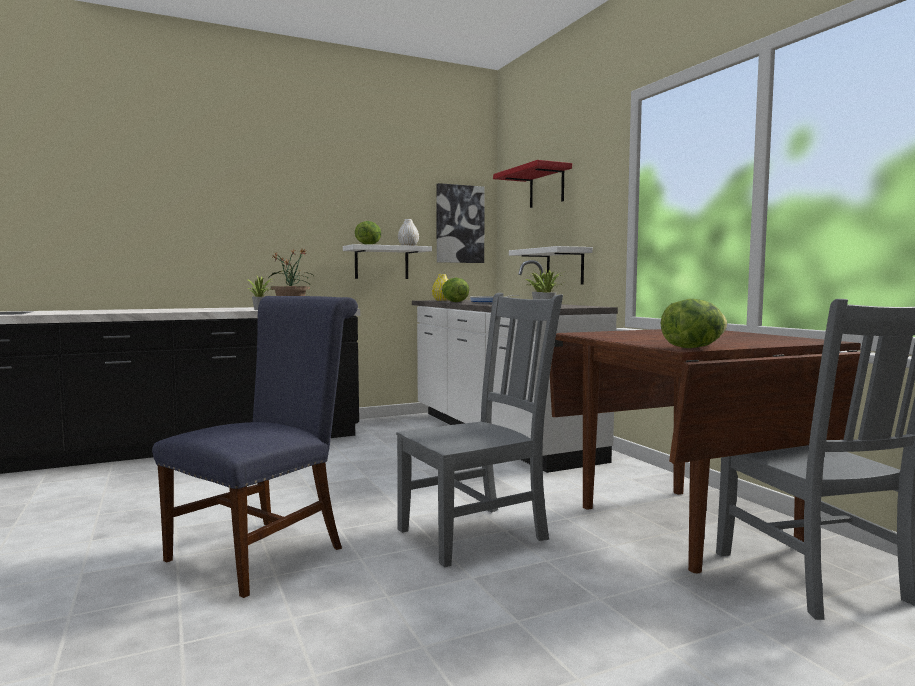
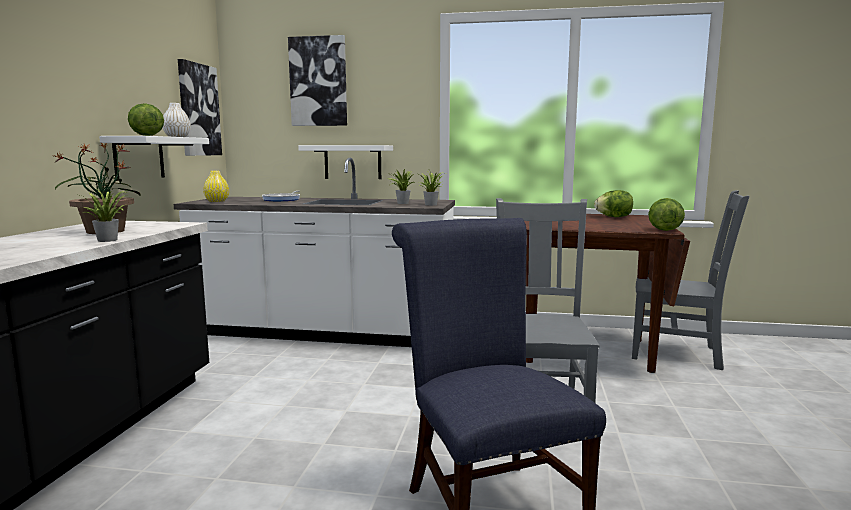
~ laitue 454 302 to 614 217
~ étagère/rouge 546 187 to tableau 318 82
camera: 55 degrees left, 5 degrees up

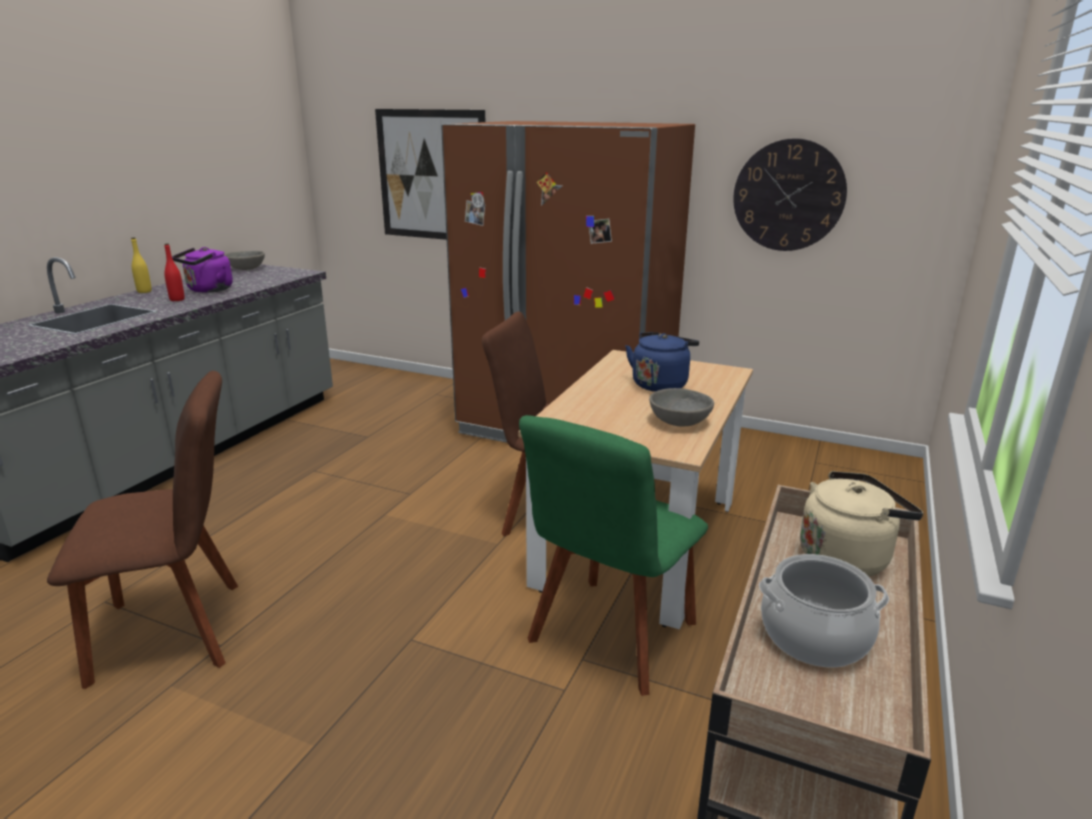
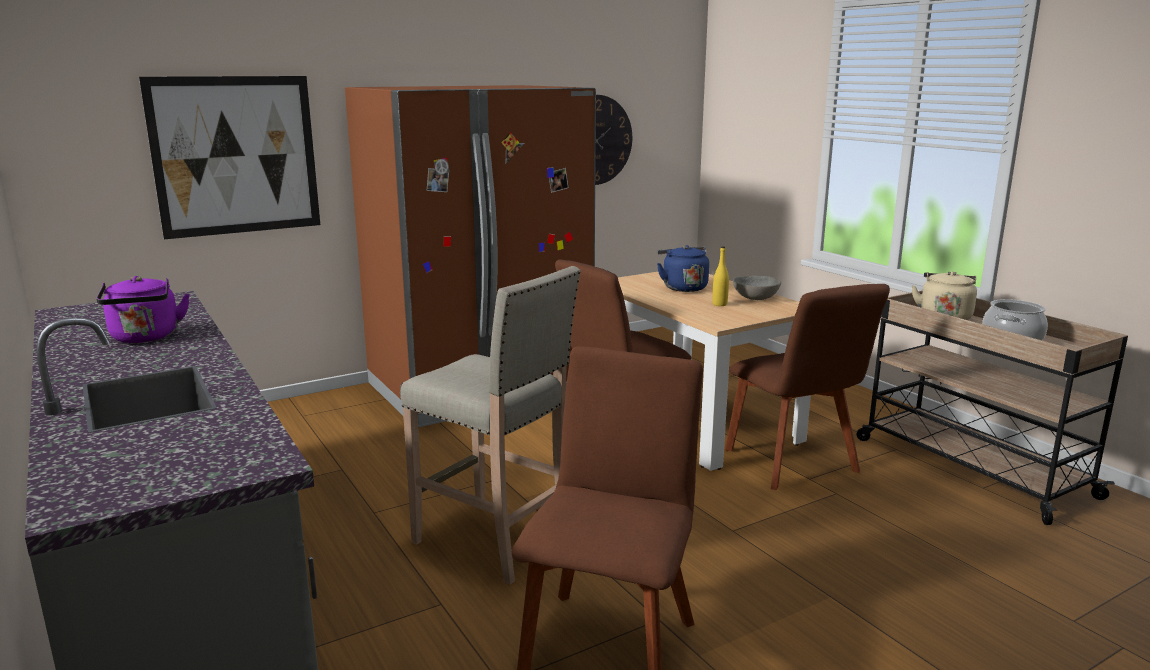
~ bouteille/jaune 144 291 to 719 304
- bouteille/rouge 177 299
- bol/gris 246 269
~ chaise/vert 609 637 to chaise/marron 794 464
+ tabouret/beige 495 541
camera: 55 degrees left, 5 degrees down

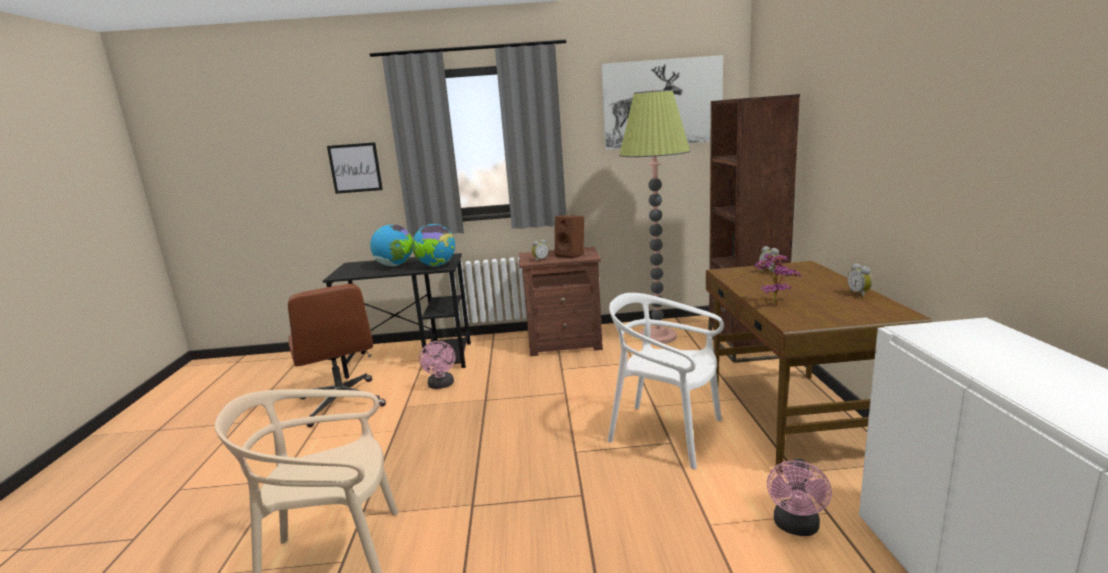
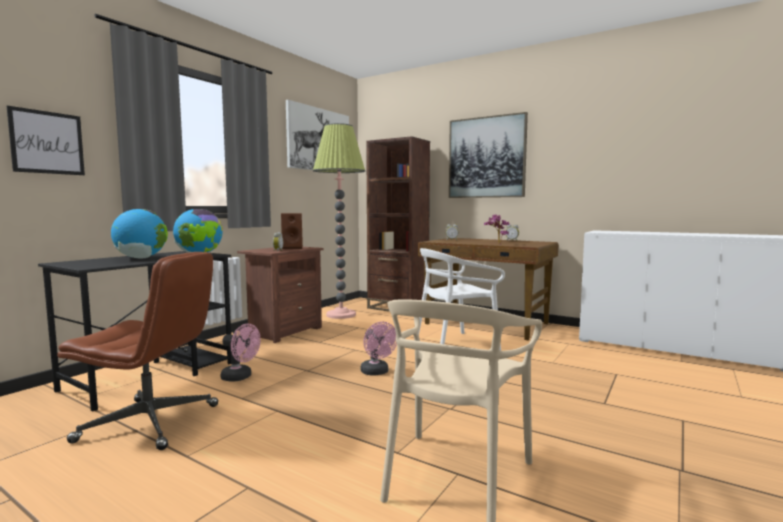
~ ventilateur/rose 796 527 to 377 372
+ tableau 486 157
camera: 55 degrees left, 10 degrees down

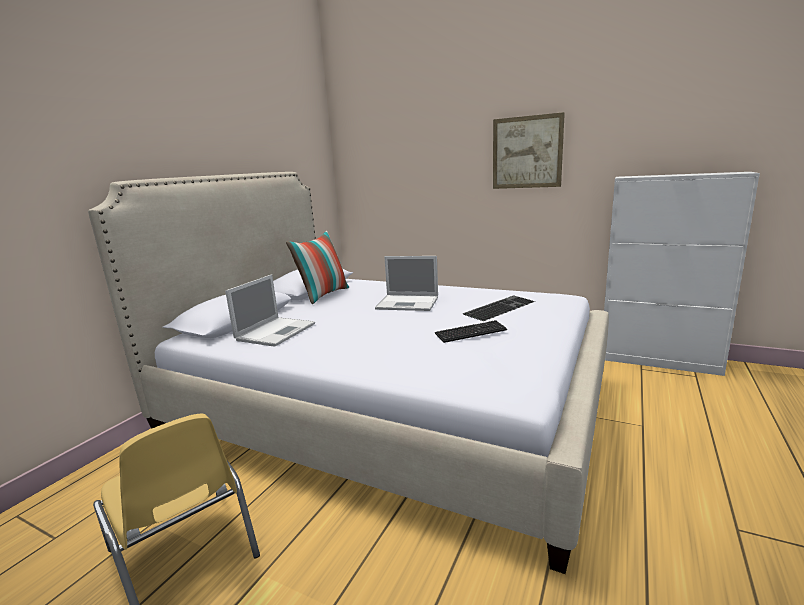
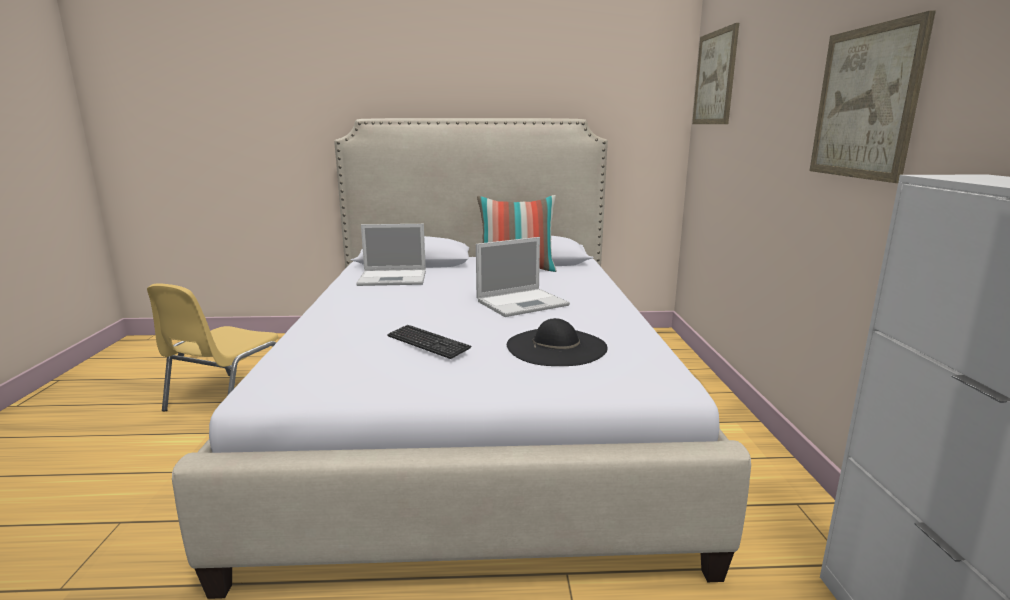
~ ordinateur portable 409 303 = 523 303 105 degrees counterclockwise
~ clavier 499 307 to chapeau/noir 556 347
+ tableau 715 78
camera: 60 degrees right, 0 degrees up

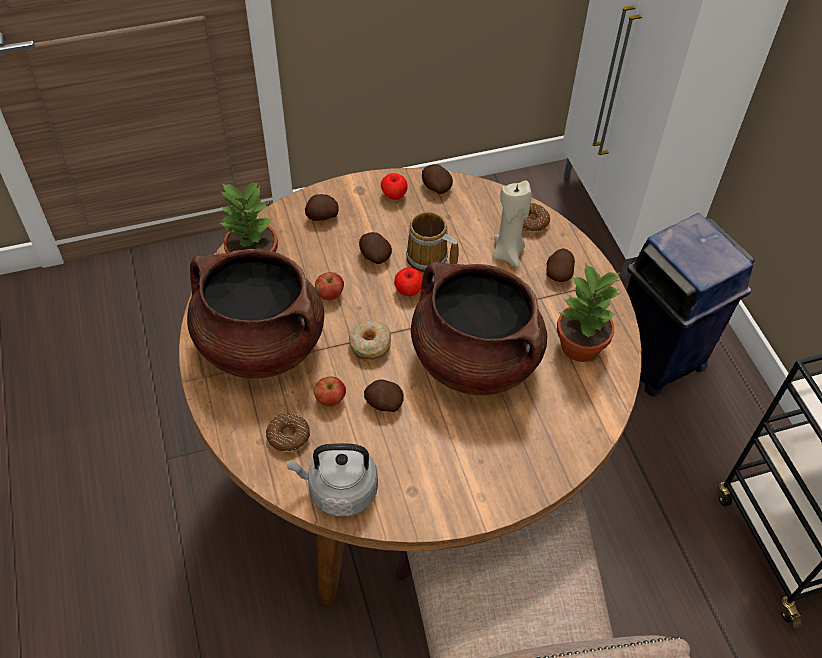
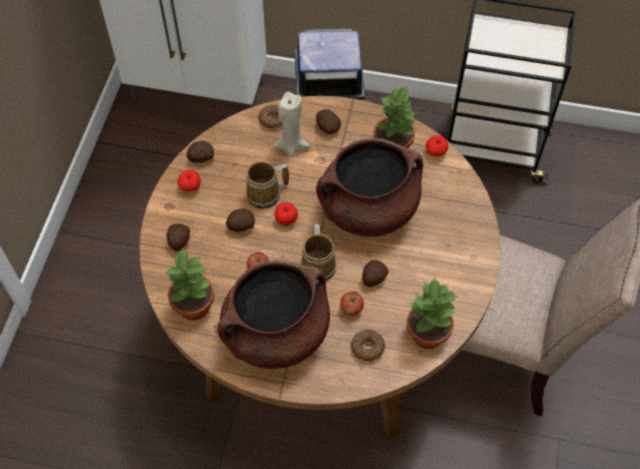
~ bouilloire/gris 339 490 to plante en pot 427 335
~ beignet 370 345 to mug 319 264
+ pomme 435 152
camera: 60 degrees left, 5 degrees up

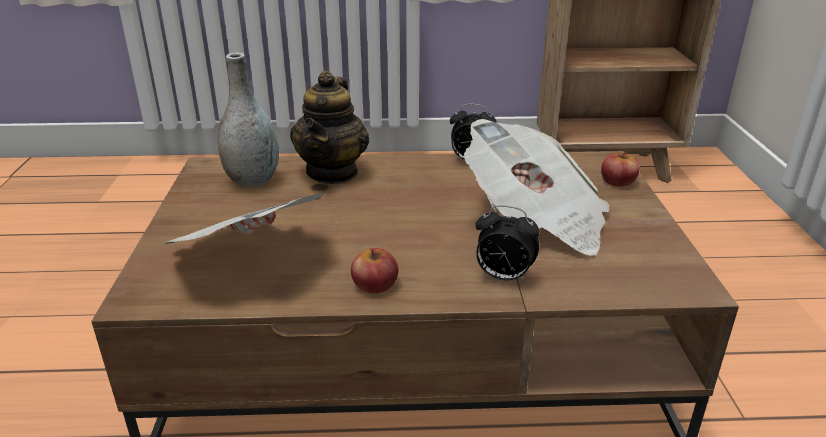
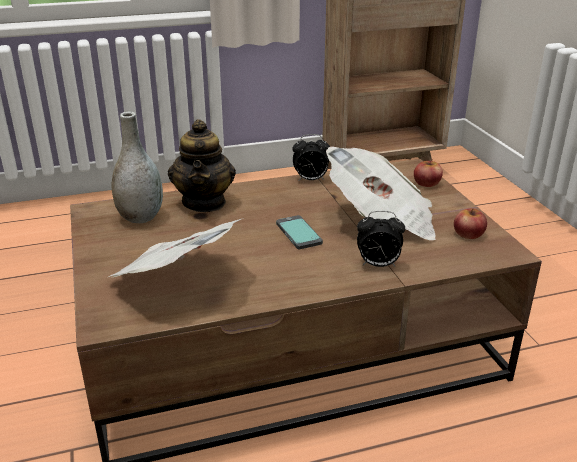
~ pomme 375 284 to 468 233
+ téléphone 298 233
camera: 15 degrees left, 0 degrees up

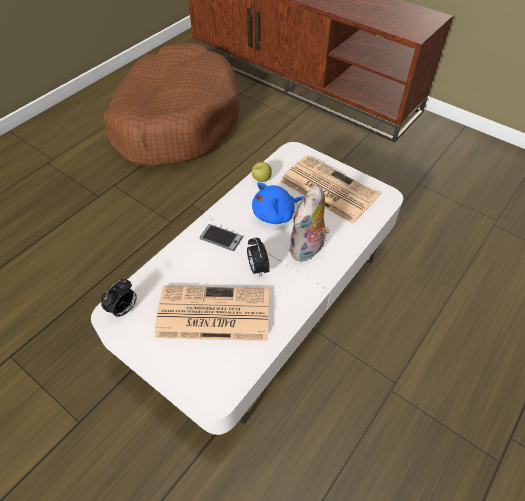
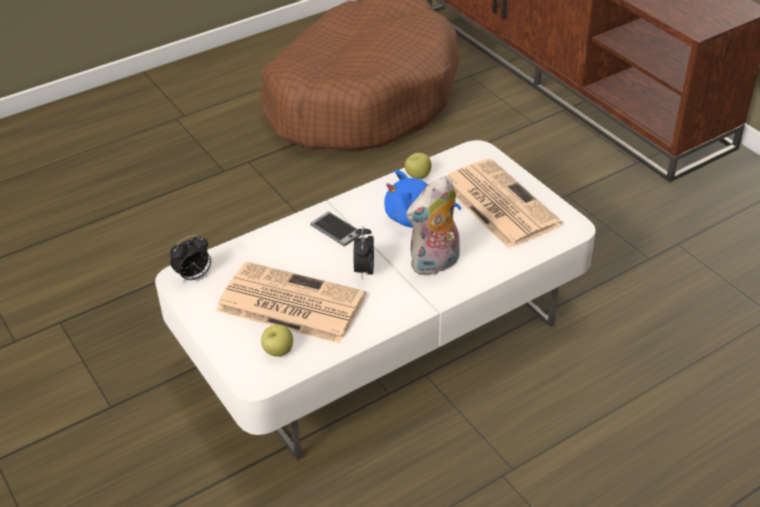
+ pomme 278 351
camera: 20 degrees right, 10 degrees down

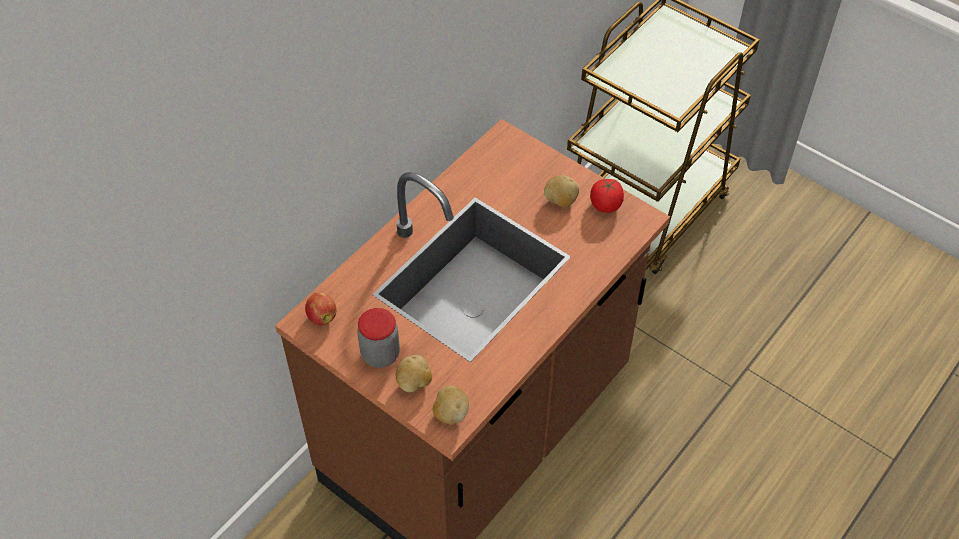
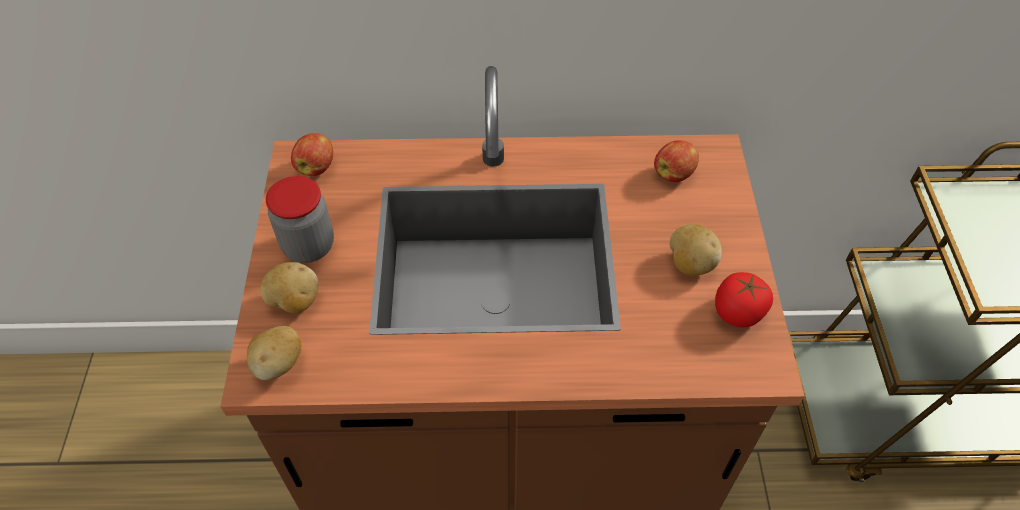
+ pomme 674 174
camera: 50 degrees right, 0 degrees up

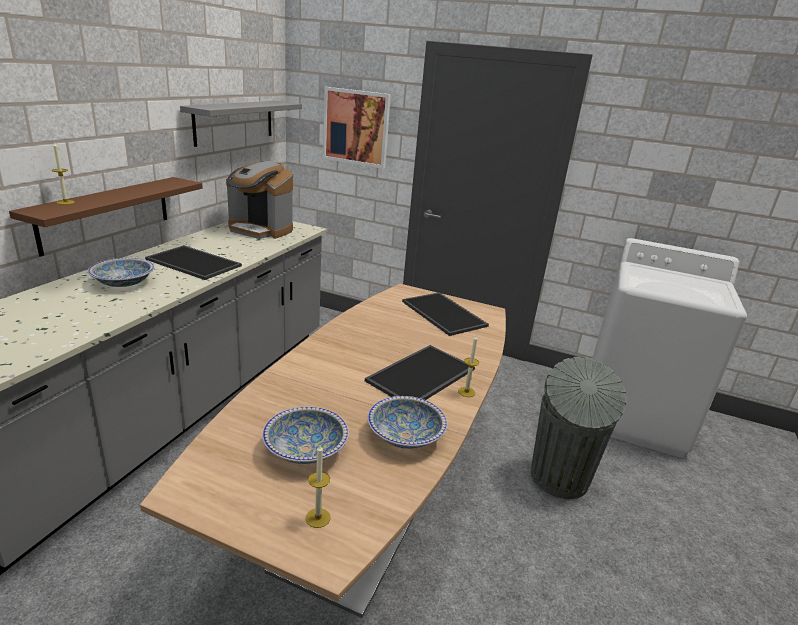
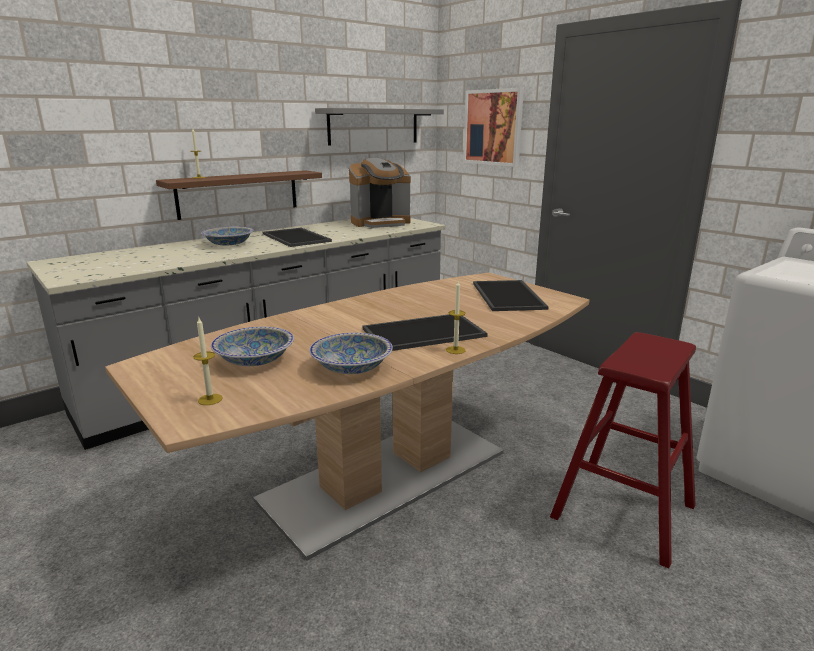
~ machine à café 260 230 = 380 223 75 degrees counterclockwise
~ poubelle/gris 559 479 to tabouret/rouge 623 511
camera: 30 degrees right, 5 degrees down

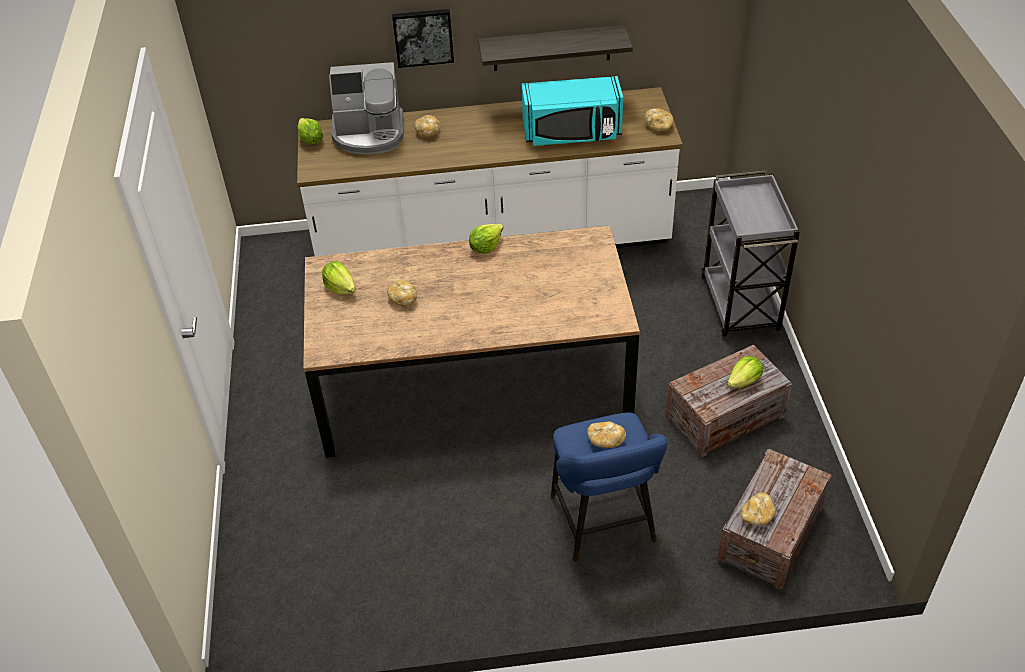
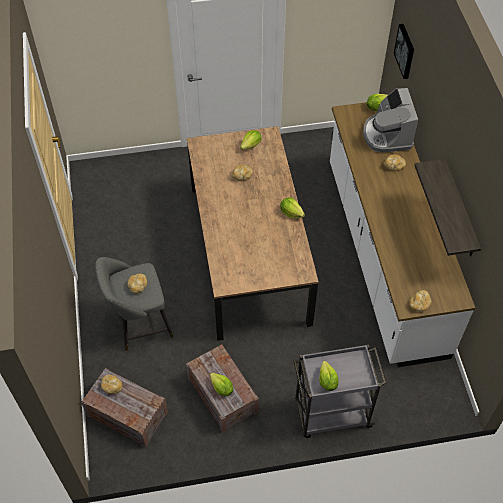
~ tableau 423 37 to 405 51
- micro-ondes/turquoise 572 133
~ tabouret/bleu 604 524 to tabouret/gris 139 324
+ laitue 327 381
camera: 85 degrees right, 10 degrees up

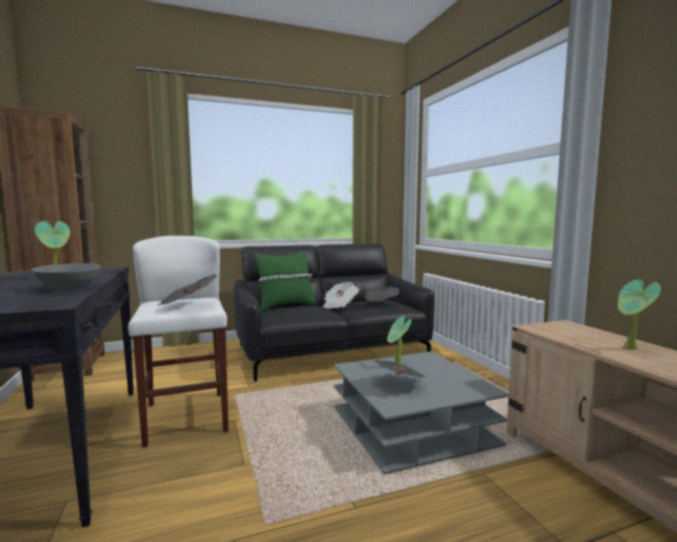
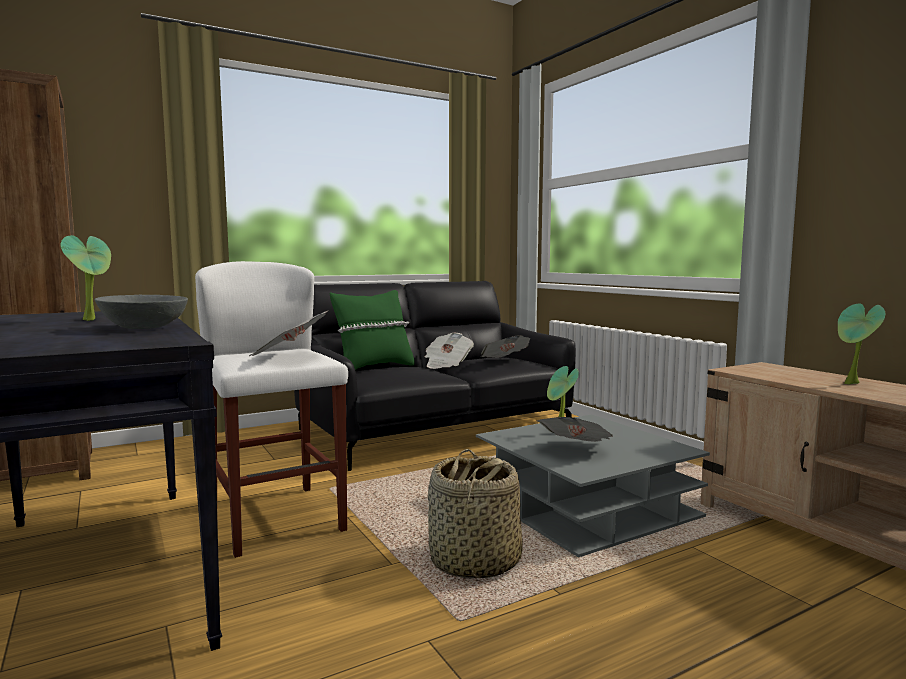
+ panier 474 562
camera: 10 degrees left, 0 degrees up

